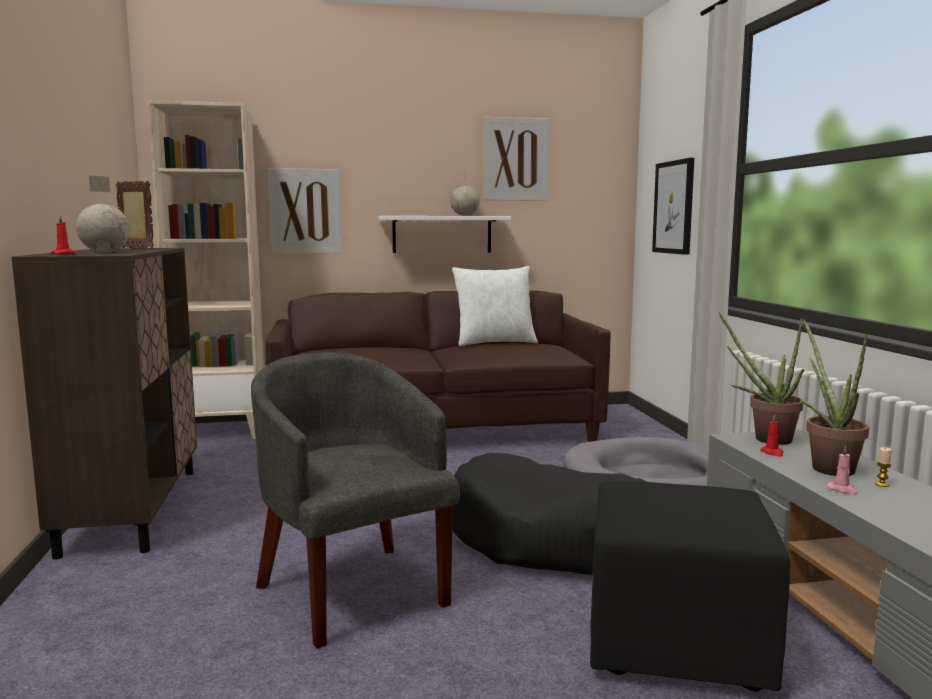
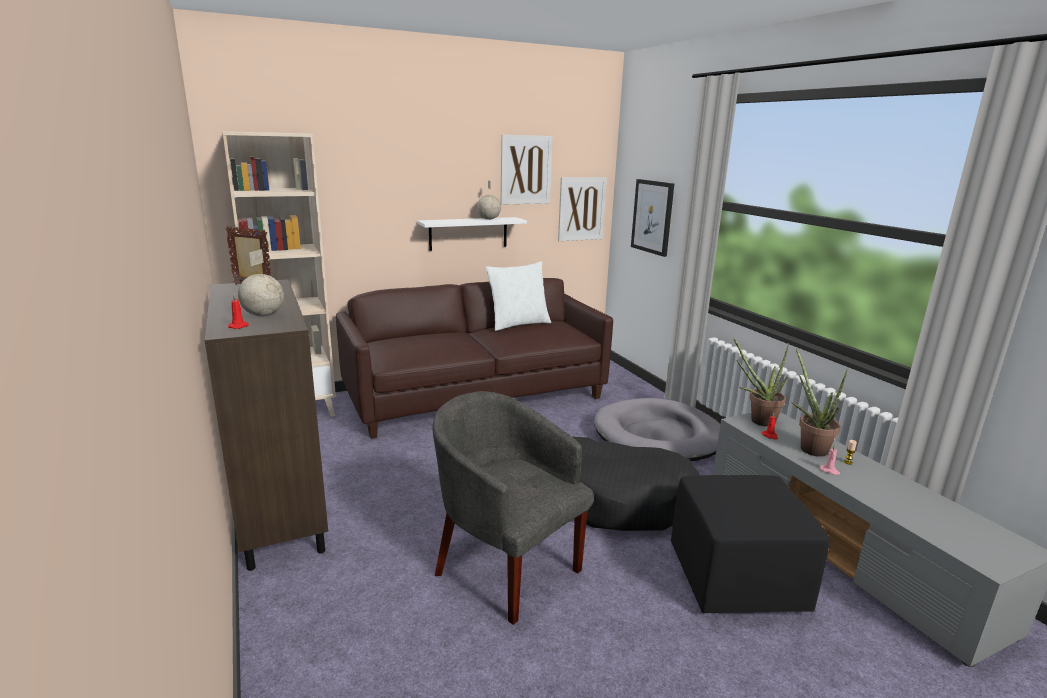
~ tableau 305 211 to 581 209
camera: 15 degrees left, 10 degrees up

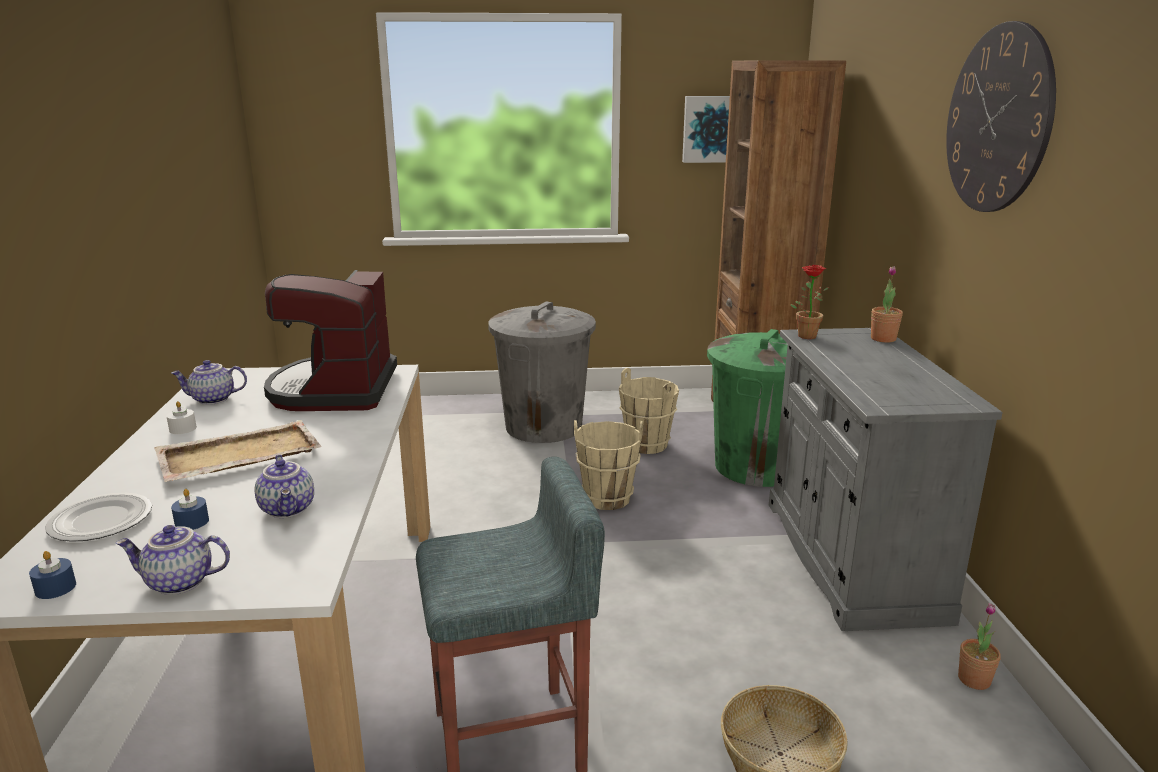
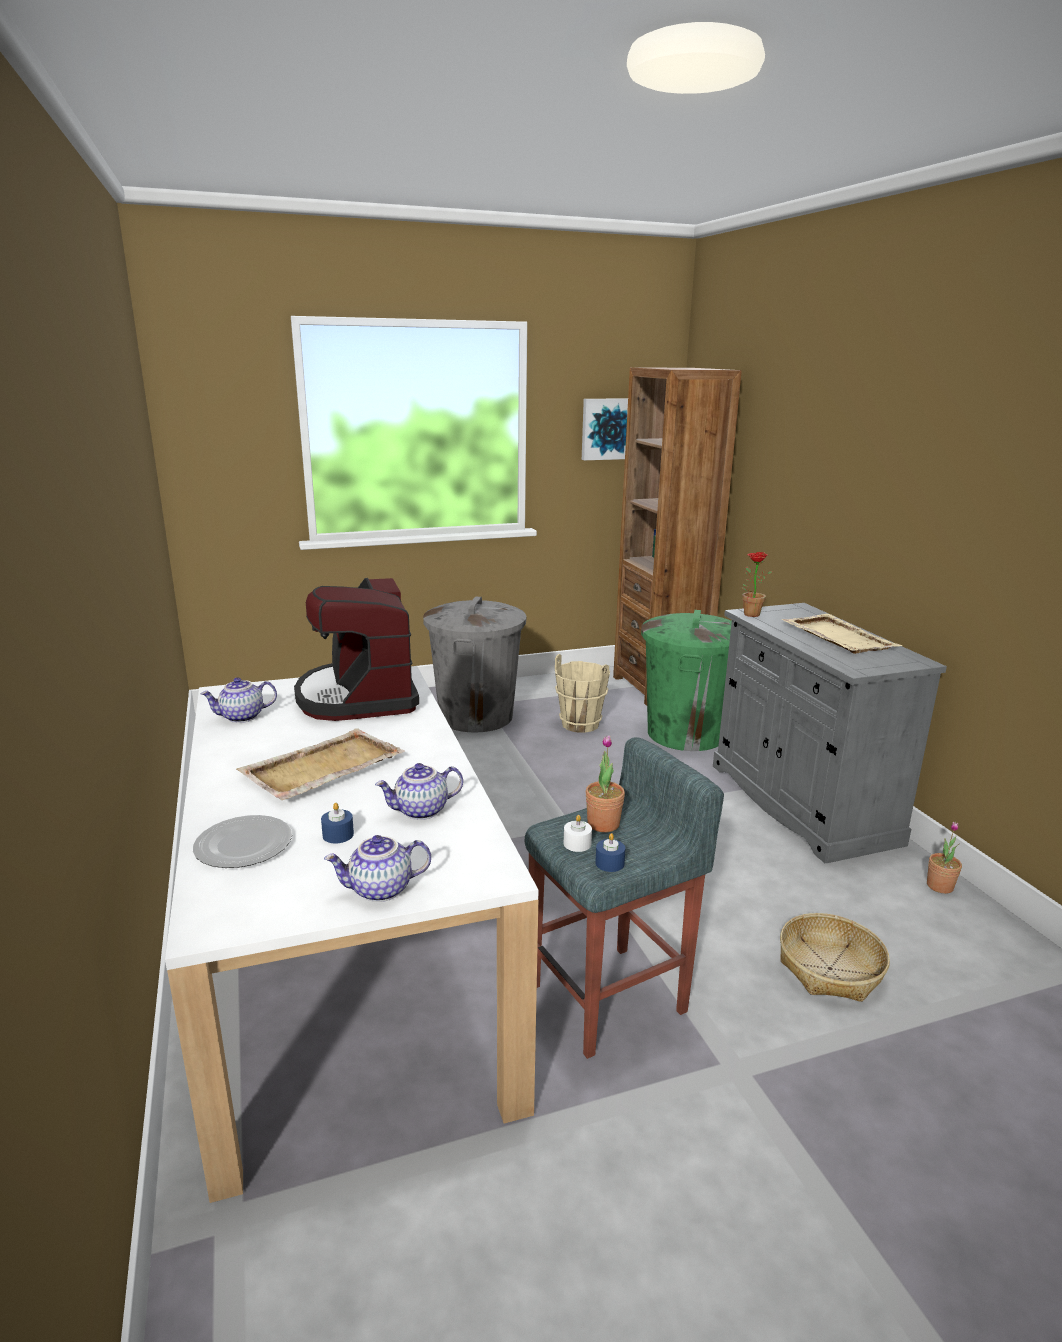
~ bougie/bleu 55 588 to 609 863
~ bougie/blanc 183 429 to 577 844
~ théière 289 509 = 421 811 105 degrees clockwise
- seau/beige 607 498
~ plante en pot 883 339 to 603 824
- horloge murale 998 119
+ plateau/beige 838 636
camera: 15 degrees left, 0 degrees up

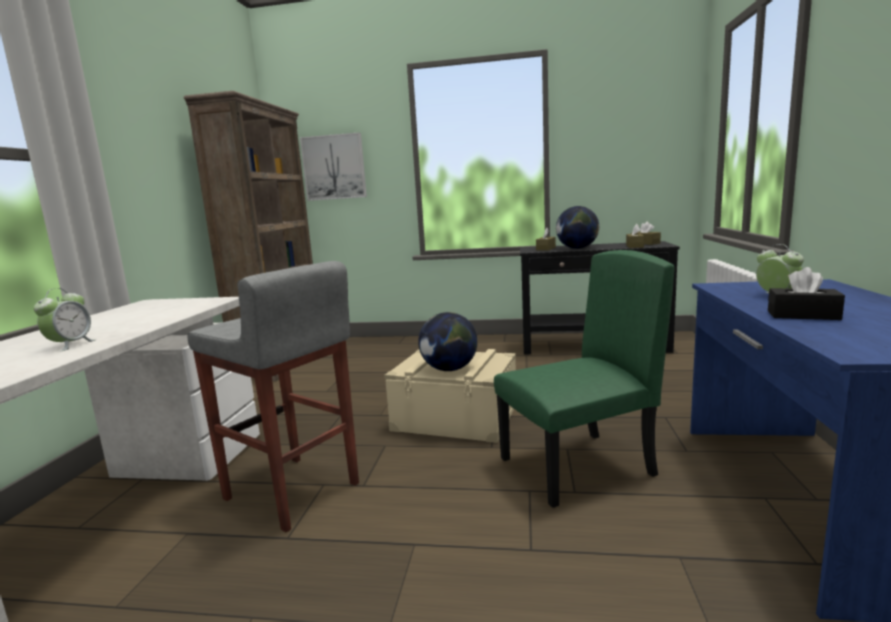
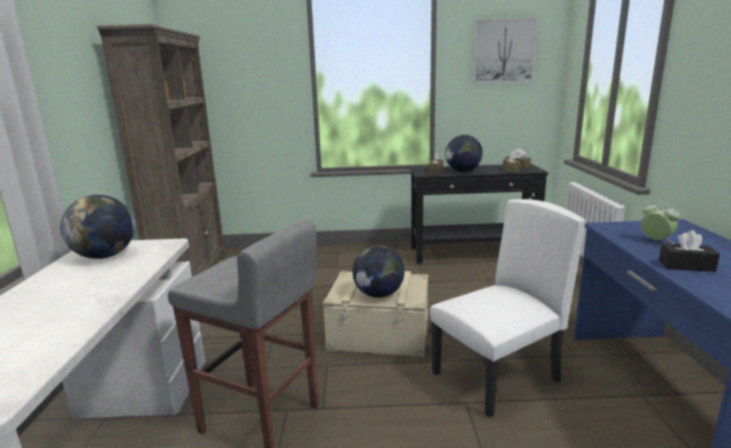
- réveil 70 345
~ tableau 334 167 to 503 51
~ chaise/vert 577 467 to chaise/blanc 496 377
+ globe 105 256
camera: 10 degrees left, 5 degrees up

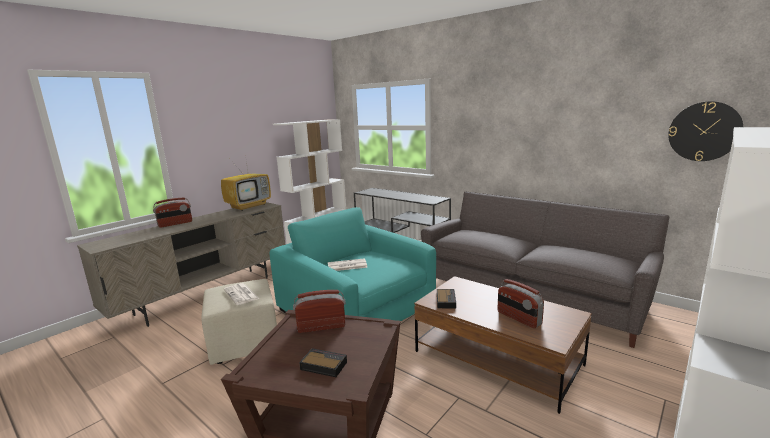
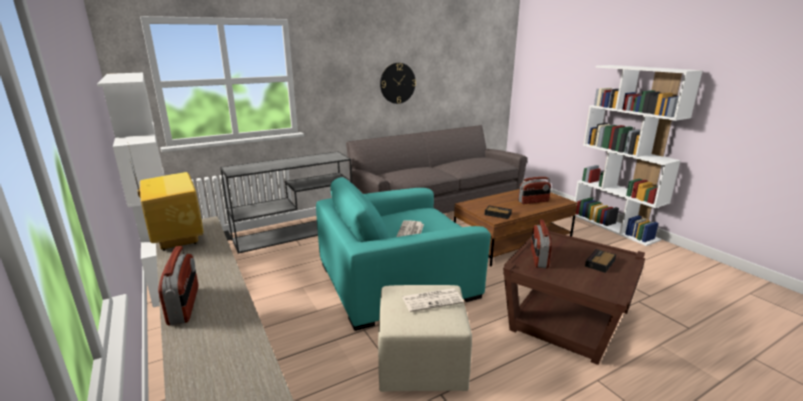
~ horloge murale 704 131 to 397 83
camera: 70 degrees left, 5 degrees up

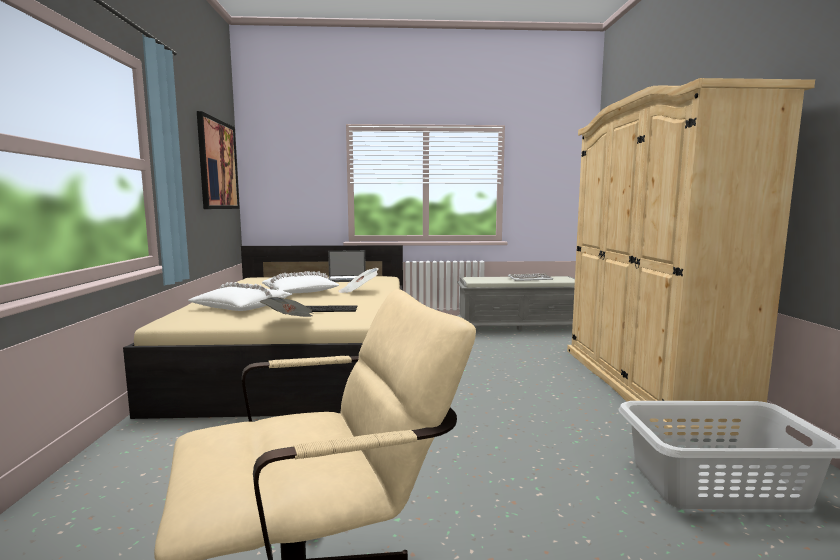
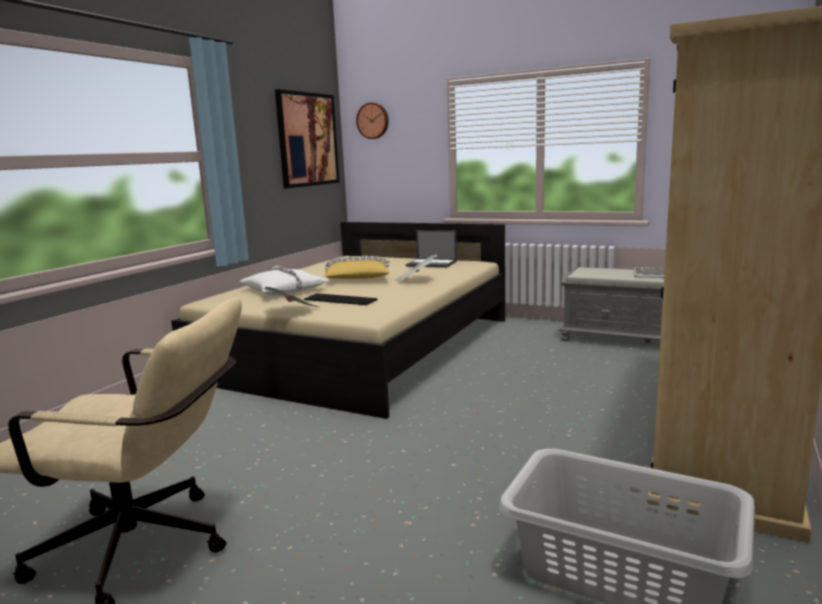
~ coussin/blanc 300 292 to coussin/jaune 358 277
+ horloge murale 373 121
camera: 30 degrees right, 5 degrees up

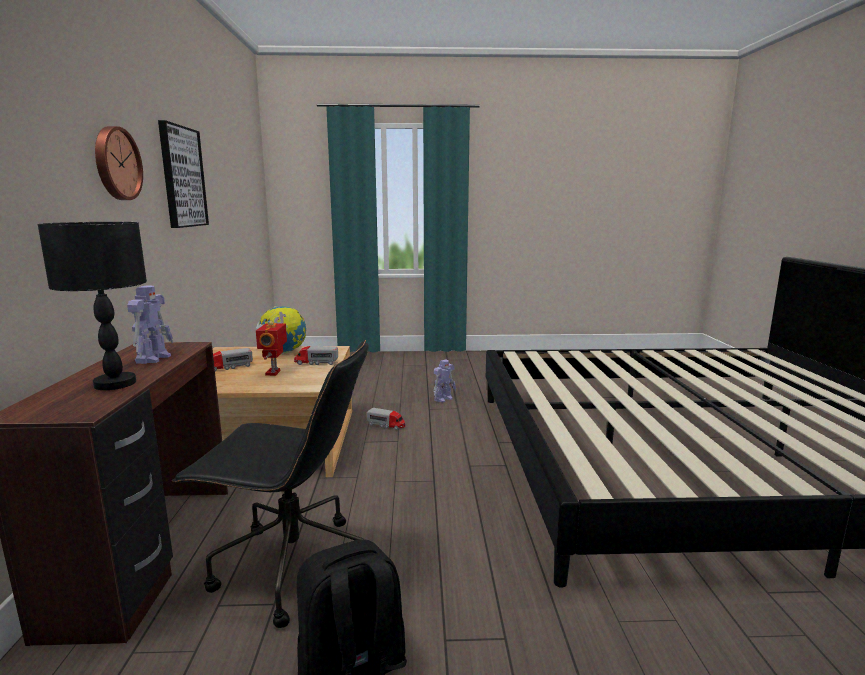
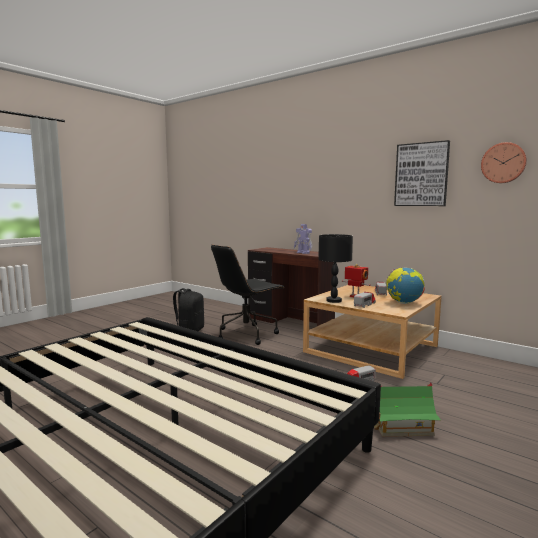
~ lampe de table/noir 116 383 to 334 301
~ horloge murale 116 164 to 503 163
~ robot jouet 443 399 to maison miniature 401 426
camera: 130 degrees right, 5 degrees down

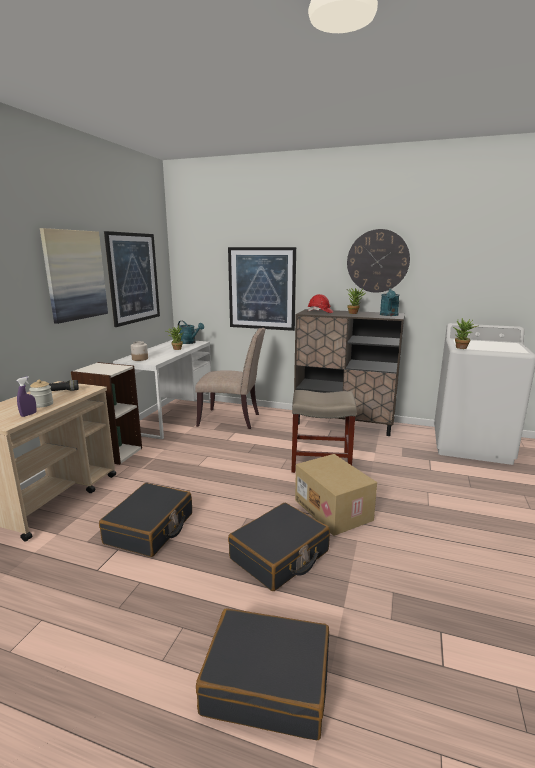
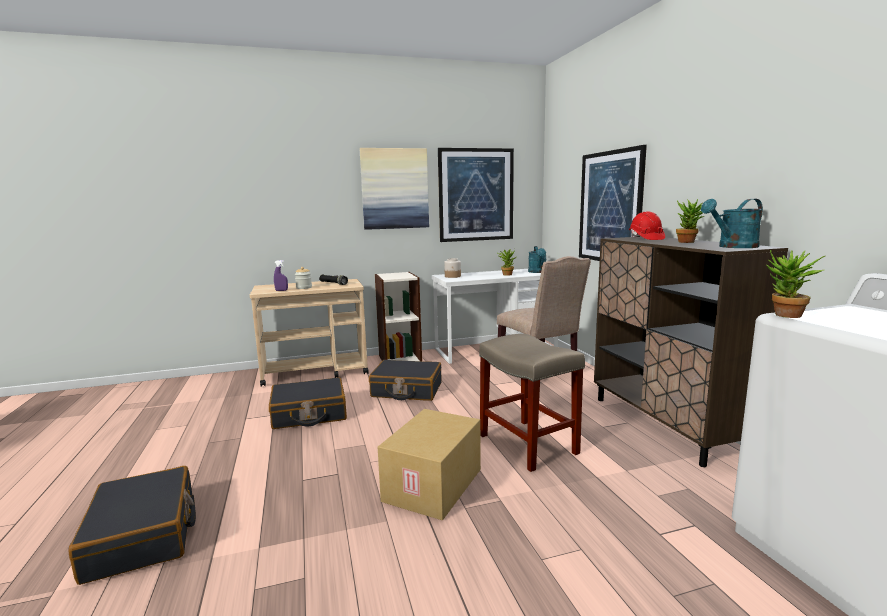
~ valise/noir 280 555 to 406 390
- horloge murale 377 261
camera: 55 degrees right, 5 degrees down

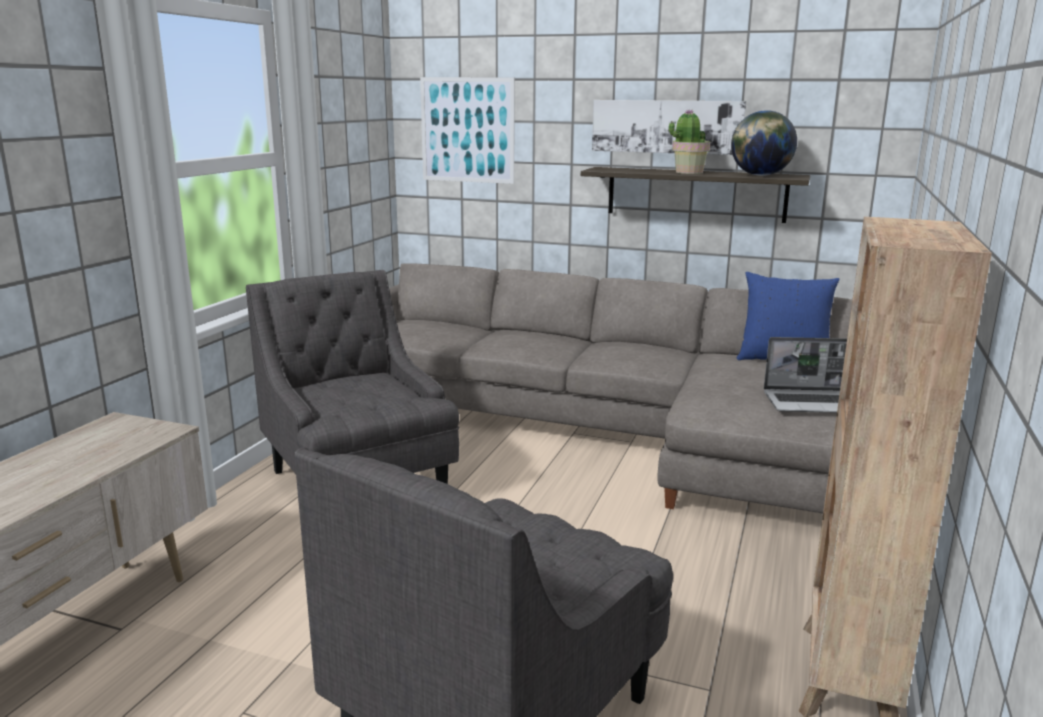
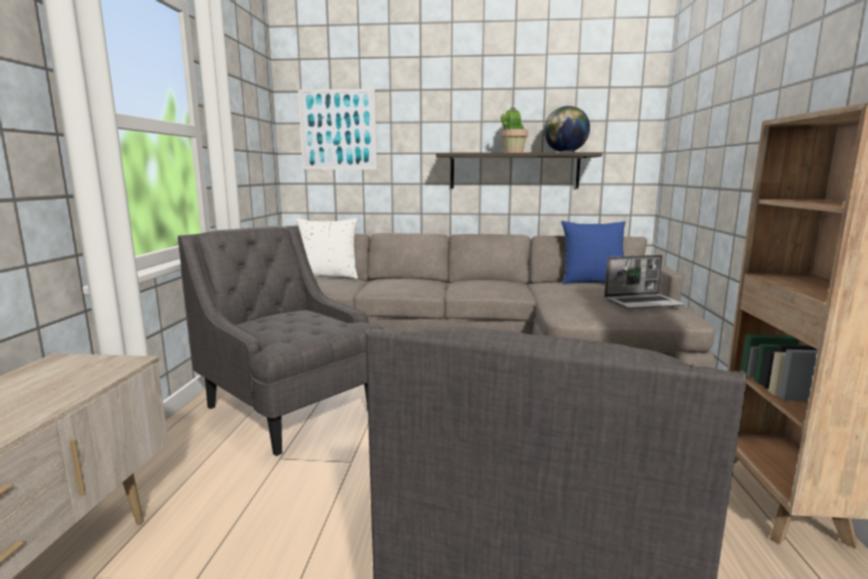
- tableau 667 126
+ coussin/blanc 328 277
camera: 15 degrees left, 5 degrees down

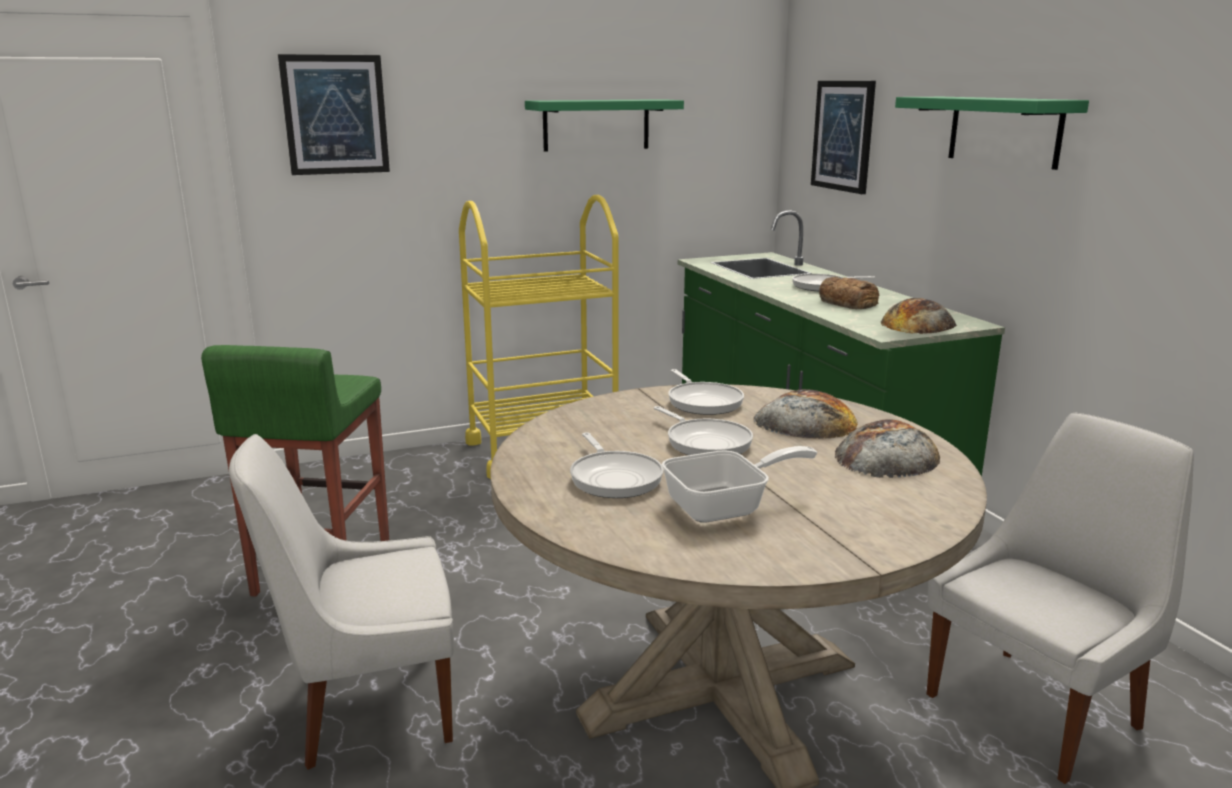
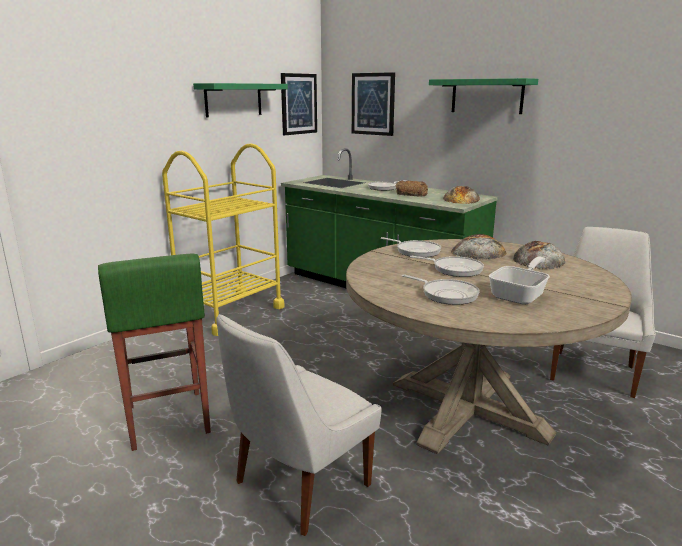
~ tableau 335 115 to 298 104
camera: 30 degrees left, 0 degrees up

